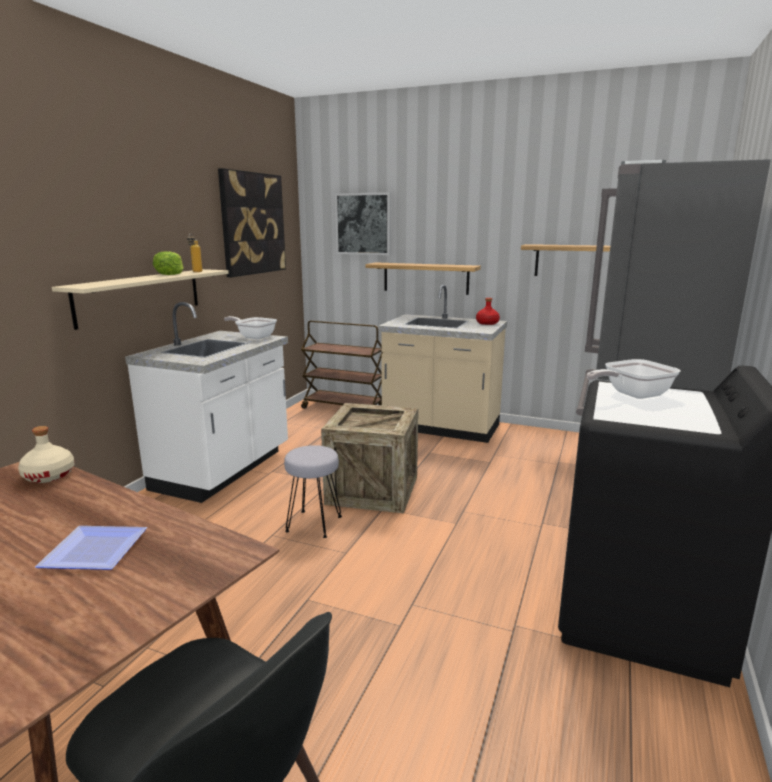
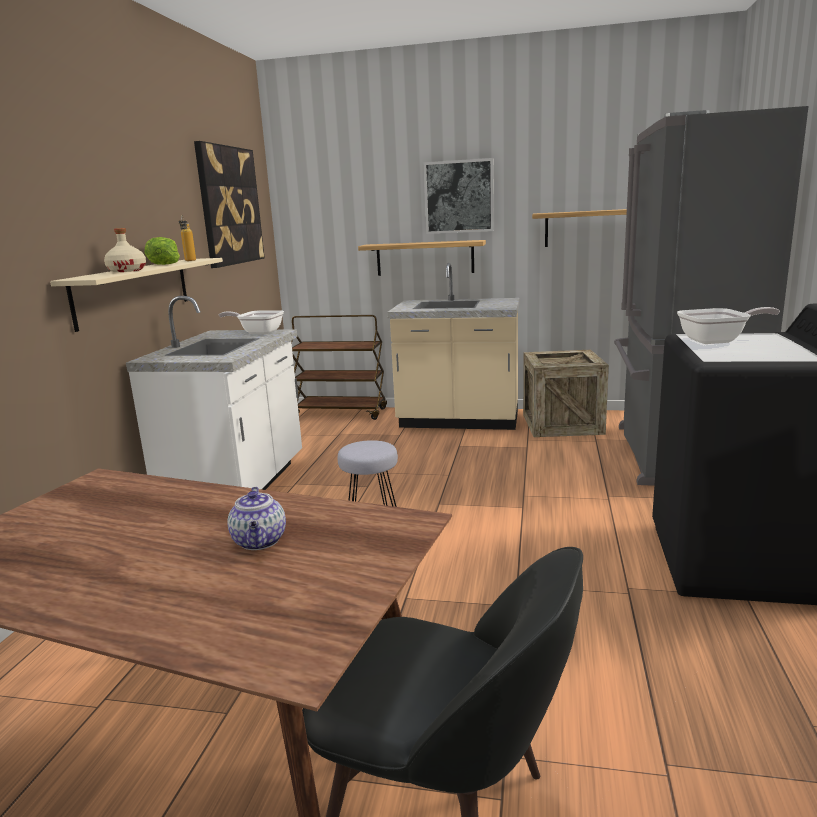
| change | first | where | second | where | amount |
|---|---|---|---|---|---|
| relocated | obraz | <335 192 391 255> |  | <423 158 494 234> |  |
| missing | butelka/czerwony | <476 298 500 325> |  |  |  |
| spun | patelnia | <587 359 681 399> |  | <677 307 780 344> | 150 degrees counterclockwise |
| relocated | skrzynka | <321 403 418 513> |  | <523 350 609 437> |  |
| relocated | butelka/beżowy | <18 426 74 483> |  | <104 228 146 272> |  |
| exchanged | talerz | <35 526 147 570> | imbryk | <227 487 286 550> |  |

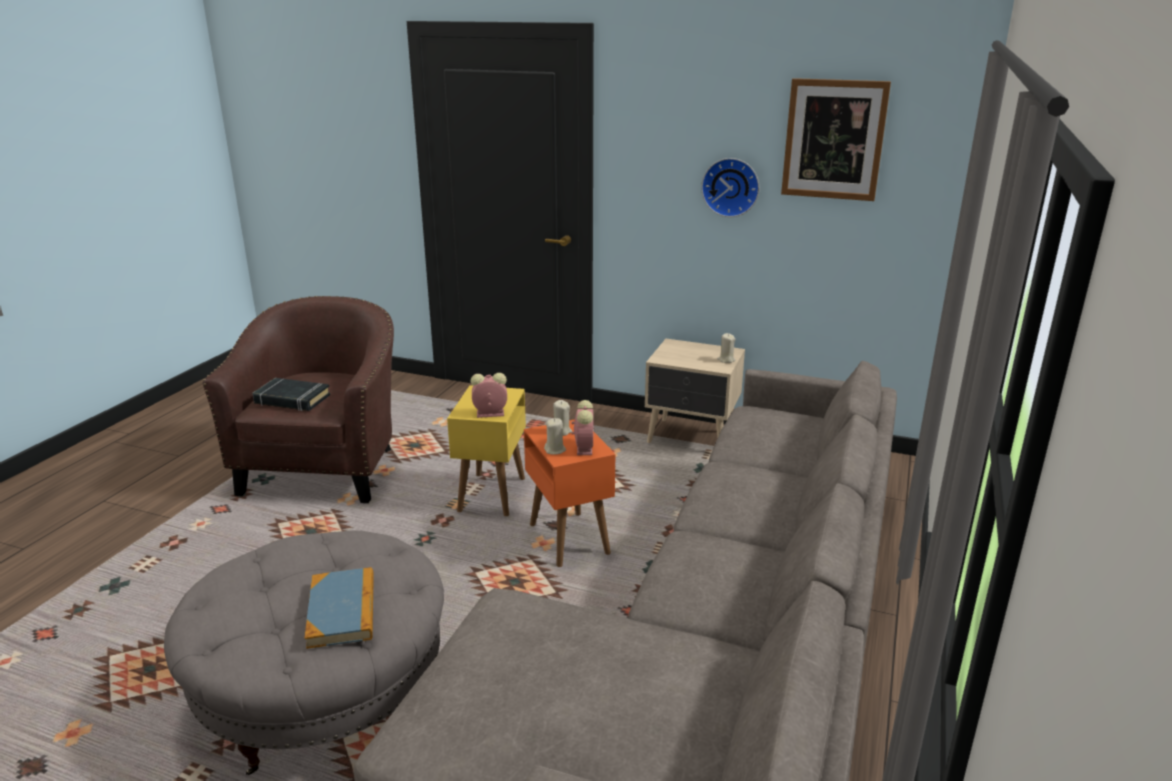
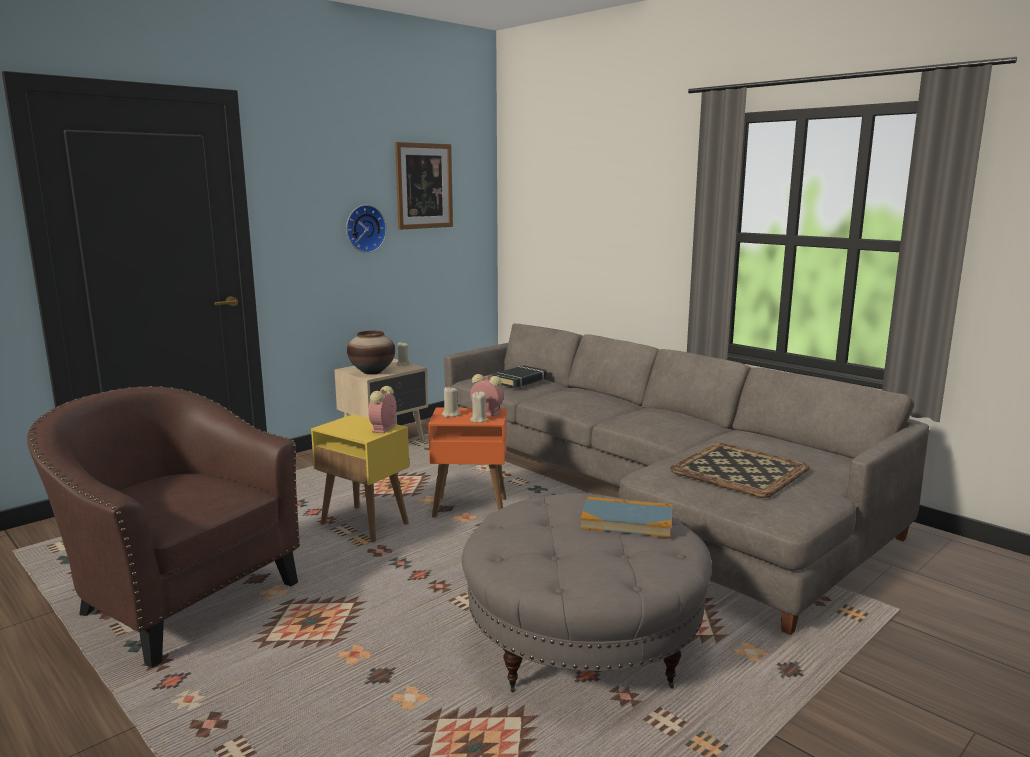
| change | first | where | second | where | amount |
|---|---|---|---|---|---|
| relocated | książka/czarny | <252 378 330 411> |  | <492 365 547 388> |  |
| appeared |  |  | wazon | <347 331 395 375> |  |
| appeared |  |  | taca | <670 443 810 498> |  |

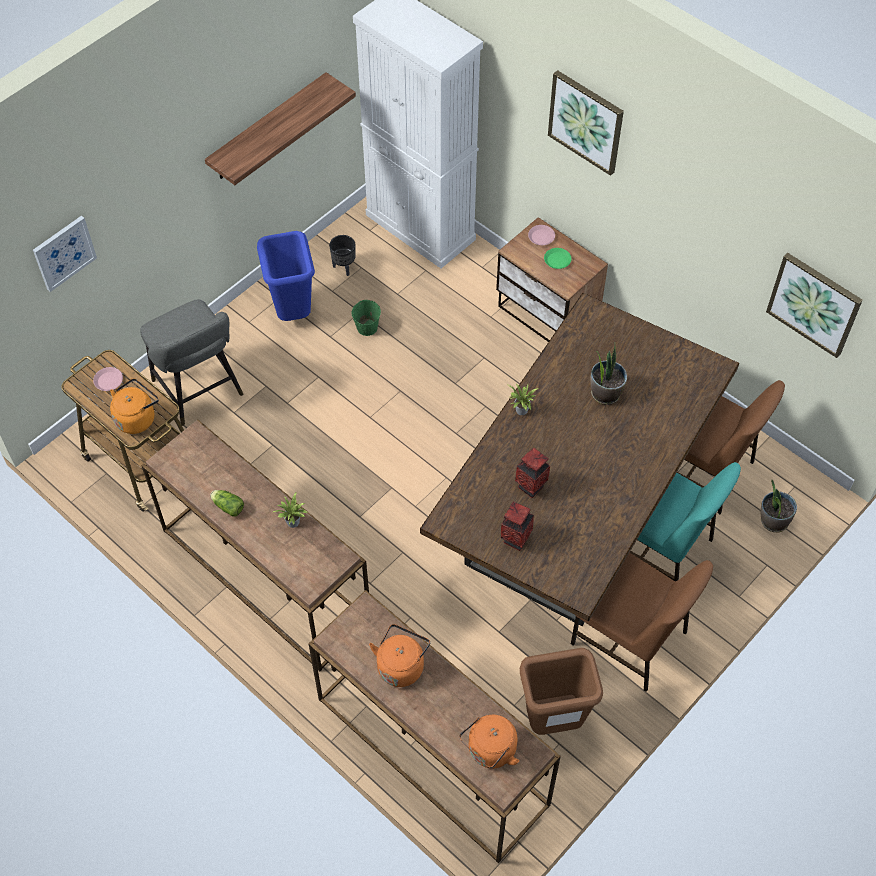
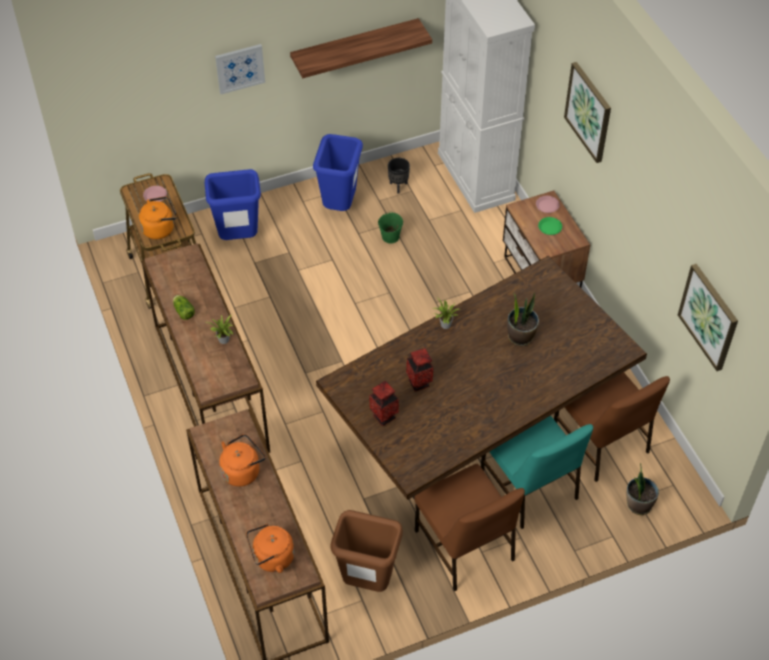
| change | first | where | second | where | amount |
|---|---|---|---|---|---|
| relocated | obraz | <33 216 97 292> |  | <215 44 265 94> |  |
| exchanged | stołek/szary | <140 299 243 426> | kosz na śmieci/niebieski | <205 169 261 240> |  |

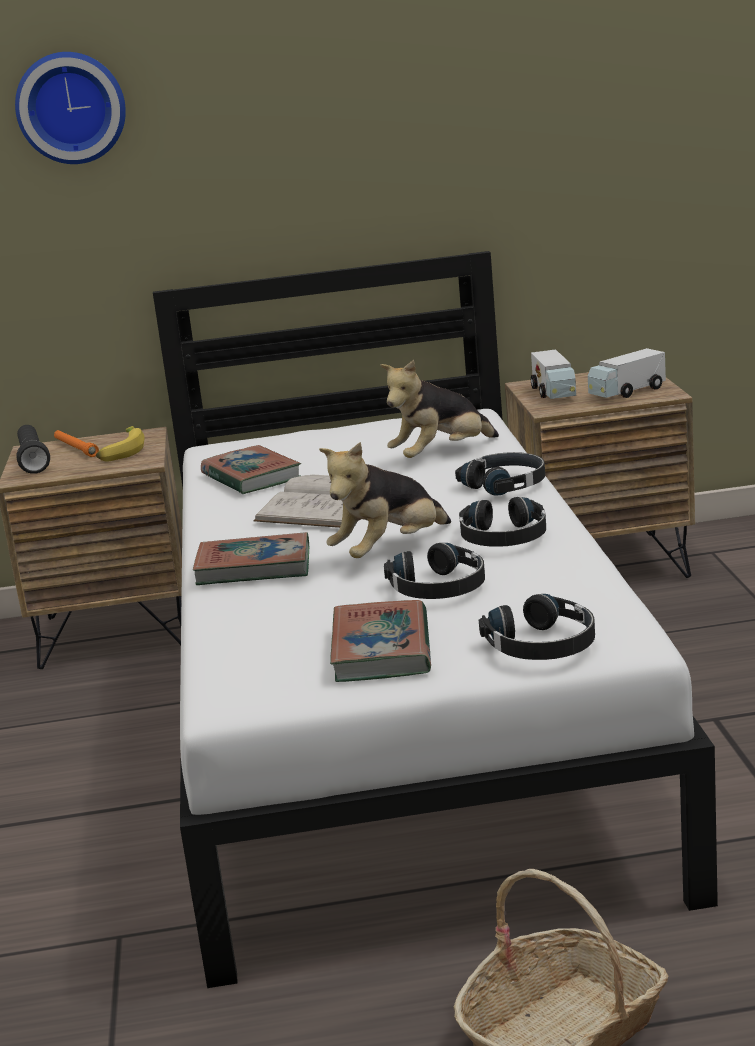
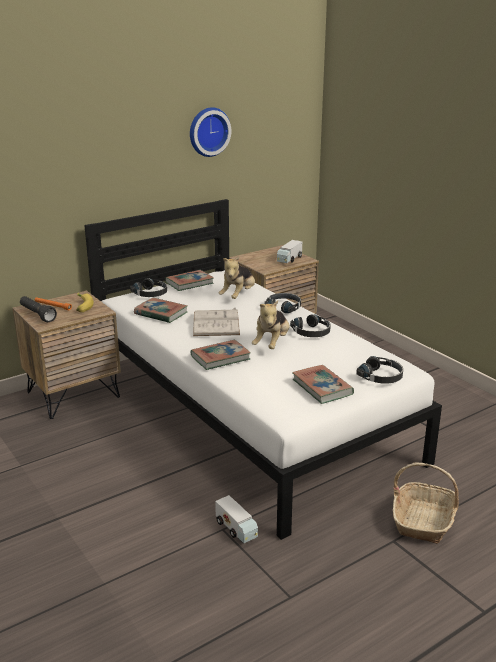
| change | first | where | second | where | amount |
|---|---|---|---|---|---|
| relocated | zegar ścienny | <15 52 126 164> |  | <190 107 231 157> |  |
| relocated | ciężarówka zabawkowa | <531 349 576 399> |  | <215 495 258 543> |  |
| relocated | słuchawki/czarny | <384 543 485 599> |  | <130 278 167 297> |  |
| appeared |  |  | książka | <165 270 214 291> |  |

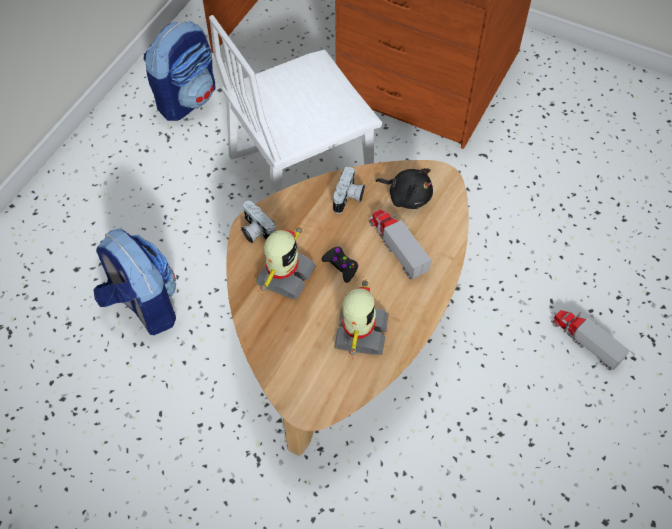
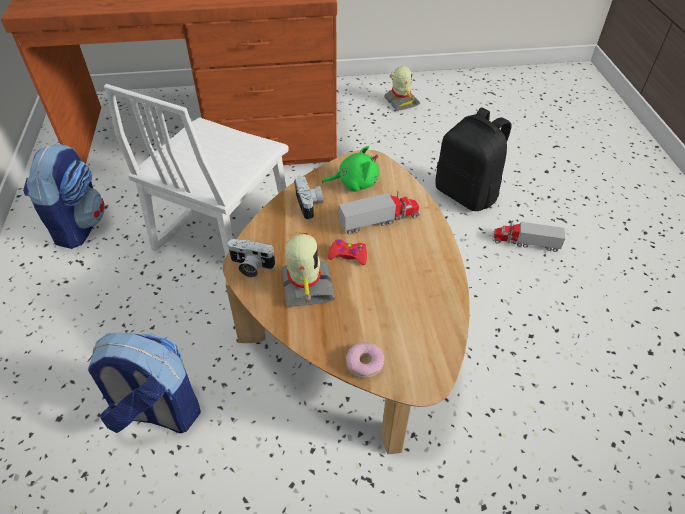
| change | first | where | second | where | amount |
|---|---|---|---|---|---|
| colour | pluszak/czarny | <376 168 433 209> | pluszak/zielony | <322 146 379 192> |  |
| spun | ciężarówka zabawkowa | <369 209 431 279> |  | <339 191 420 234> | 135 degrees clockwise |
| colour | pad do gier/czarny | <322 246 358 283> | pad do gier/czerwony | <328 239 367 265> |  |
| relocated | robot zabawkowy | <334 276 389 360> |  | <384 66 420 111> |  |
| appeared |  |  | plecak/czarny | <435 108 511 211> |  |
| appeared |  |  | donut | <346 342 384 378> |  |

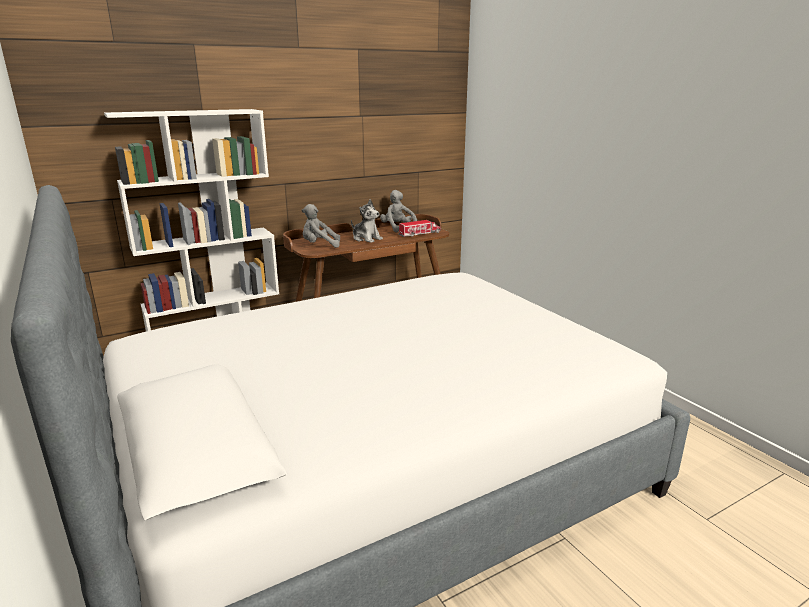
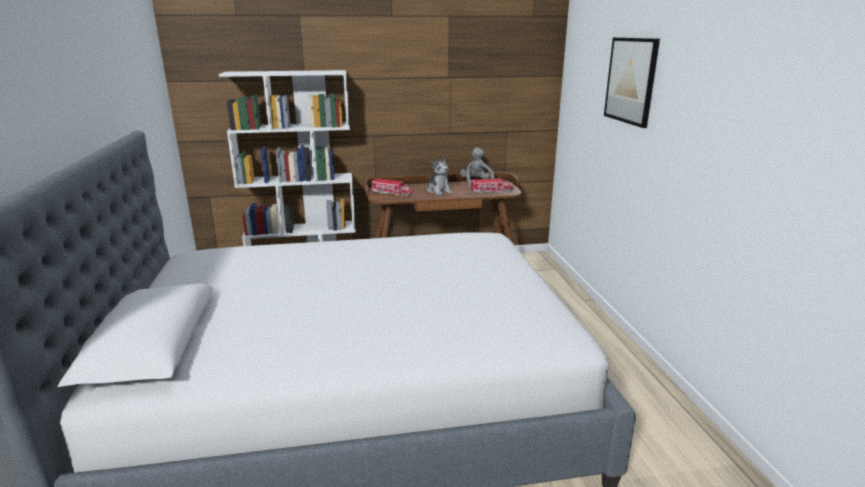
| change | first | where | second | where | amount |
|---|---|---|---|---|---|
| exchanged | pluszak/szary | <302 204 340 248> | ciężarówka zabawkowa | <372 179 414 197> |  |
| appeared |  |  | obraz | <604 37 660 128> |  |

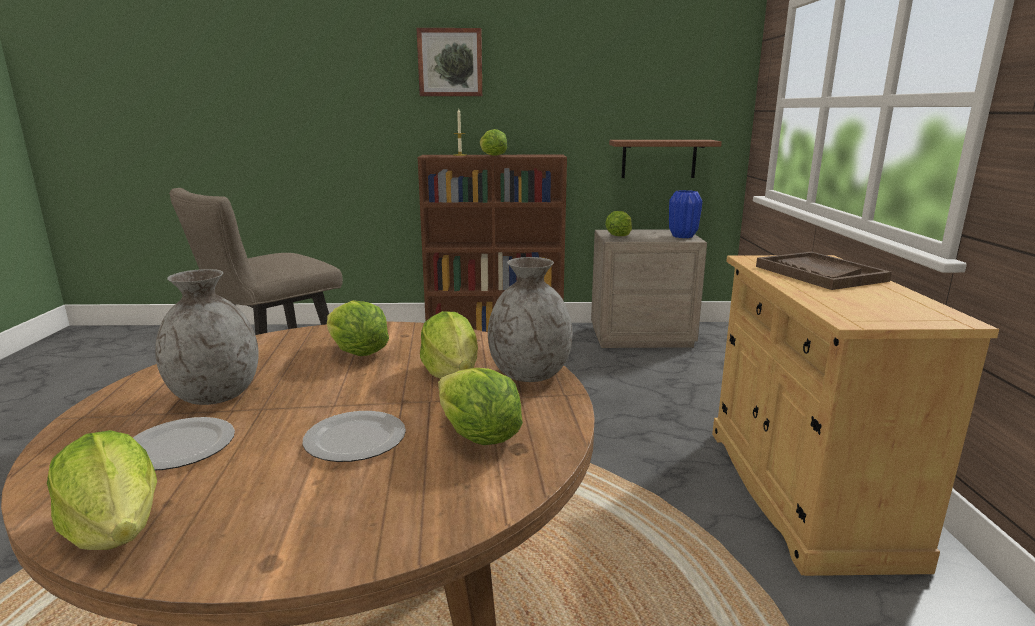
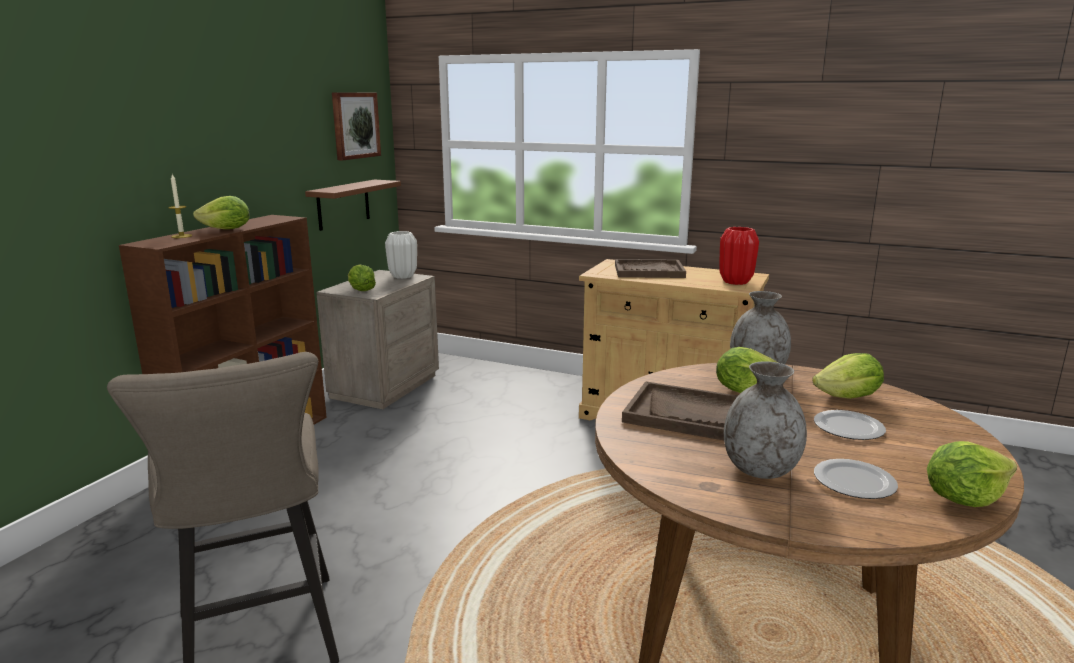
| change | first | where | second | where | amount |
|---|---|---|---|---|---|
| relocated | obraz | <417 28 482 96> |  | <332 92 381 161> |  |
| colour | wazon/niebieski | <669 190 702 238> | wazon/biały | <385 231 417 279> |  |
| exchanged | sałata | <327 300 389 356> | taca/brązowy | <622 381 738 440> |  |
| appeared |  |  | wazon/czerwony | <720 227 759 285> |  |

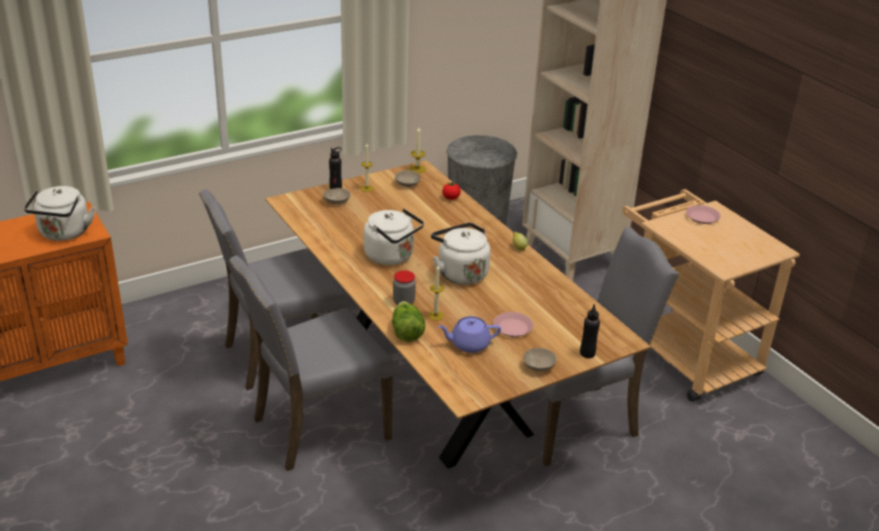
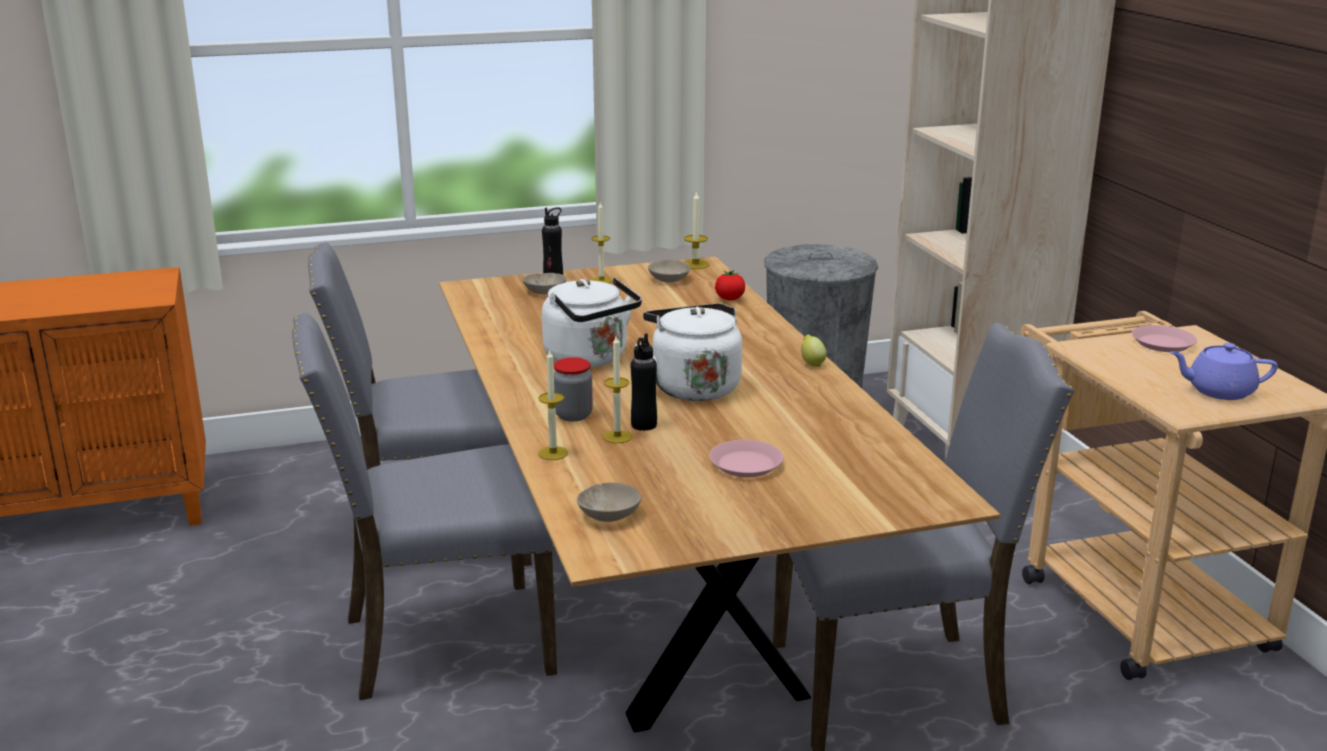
| change | first | where | second | where | amount |
|---|---|---|---|---|---|
| missing | czajnik/biały | <24 186 95 241> |  |  |  |
| exchanged | sałata | <392 301 425 342> | świeca | <538 349 568 460> |  |
| relocated | butelka/czarny | <580 304 600 358> |  | <630 333 657 431> |  |
| relocated | imbryk/fioletowy | <438 316 501 353> |  | <1170 343 1278 400> |  |
| relocated | miska/beżowy | <523 348 557 372> |  | <577 483 641 522> |  |

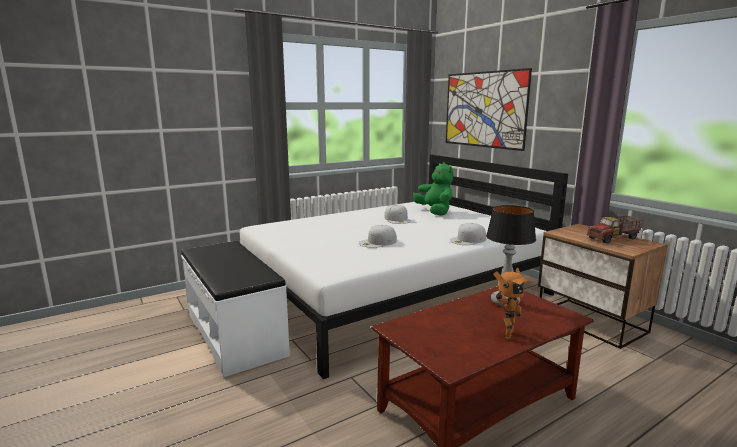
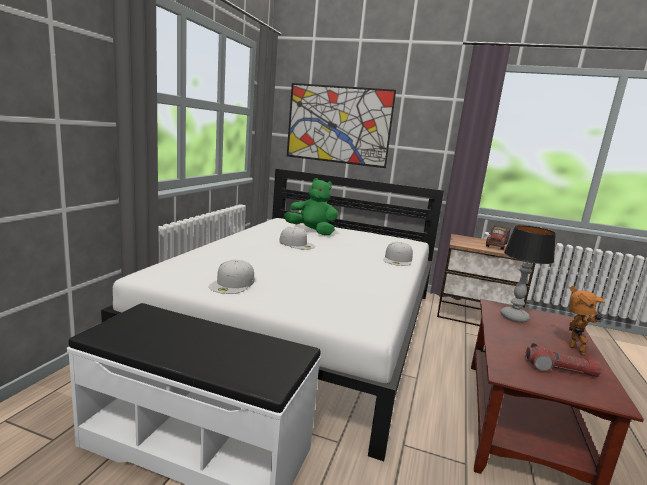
| change | first | where | second | where | amount |
|---|---|---|---|---|---|
| relocated | czapka z daszkiem/biały | <359 225 397 248> |  | <209 260 254 294> |  |
| appeared |  |  | latarka | <525 343 601 377> |  |

